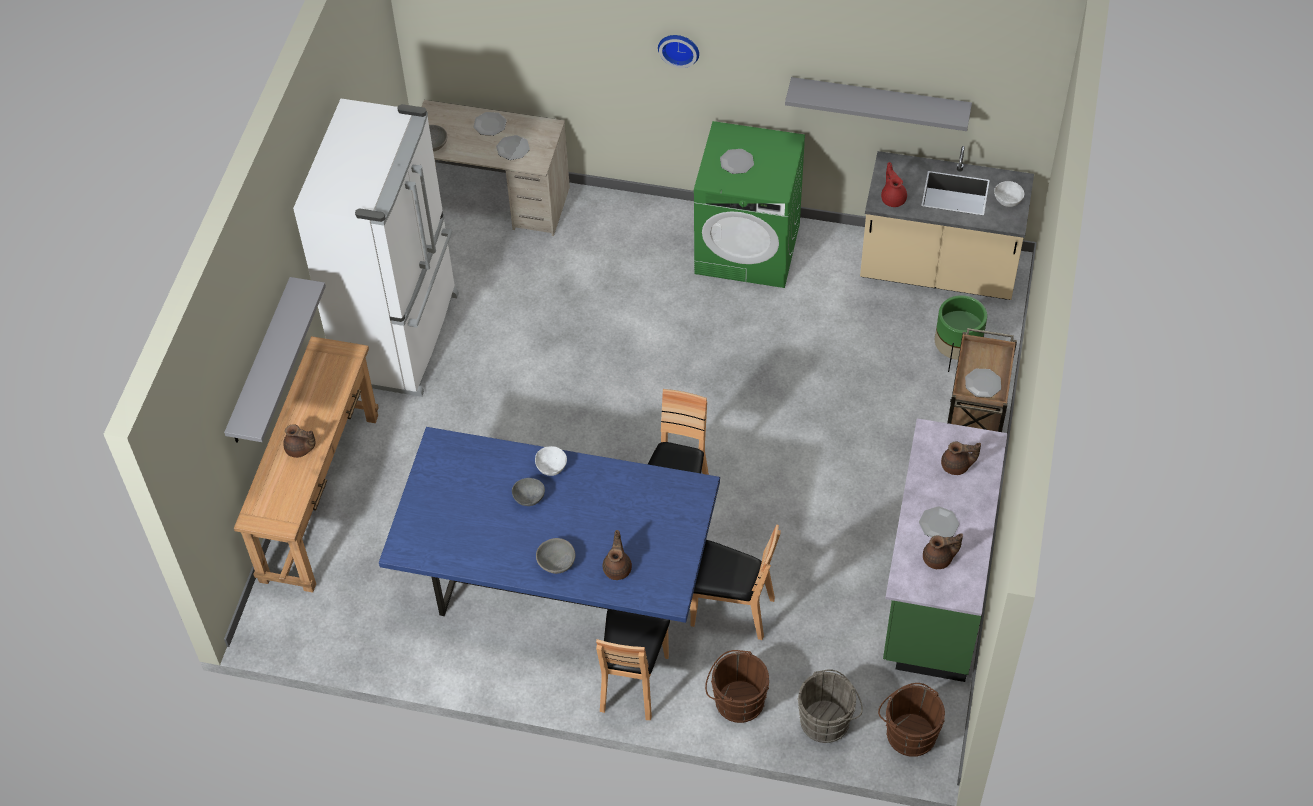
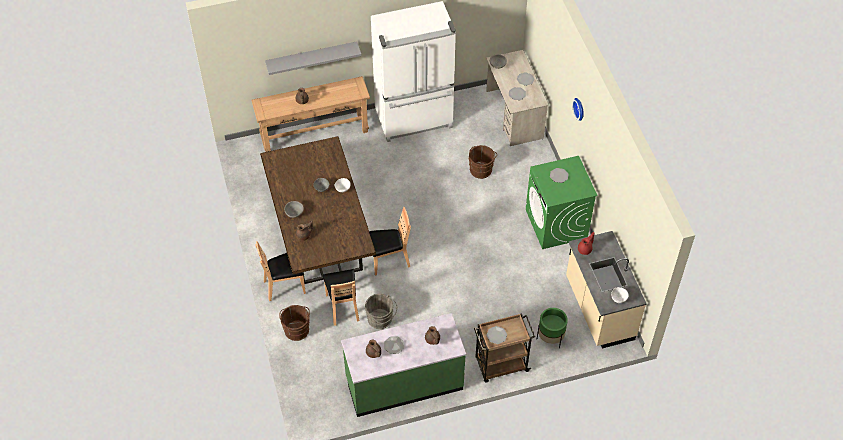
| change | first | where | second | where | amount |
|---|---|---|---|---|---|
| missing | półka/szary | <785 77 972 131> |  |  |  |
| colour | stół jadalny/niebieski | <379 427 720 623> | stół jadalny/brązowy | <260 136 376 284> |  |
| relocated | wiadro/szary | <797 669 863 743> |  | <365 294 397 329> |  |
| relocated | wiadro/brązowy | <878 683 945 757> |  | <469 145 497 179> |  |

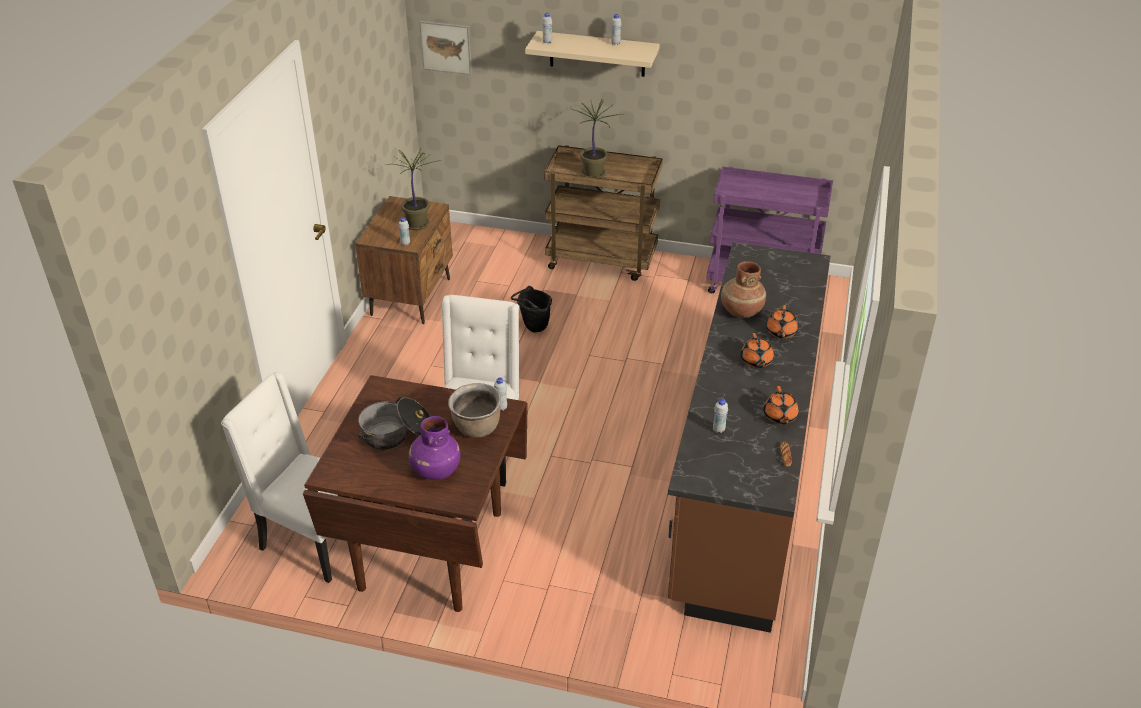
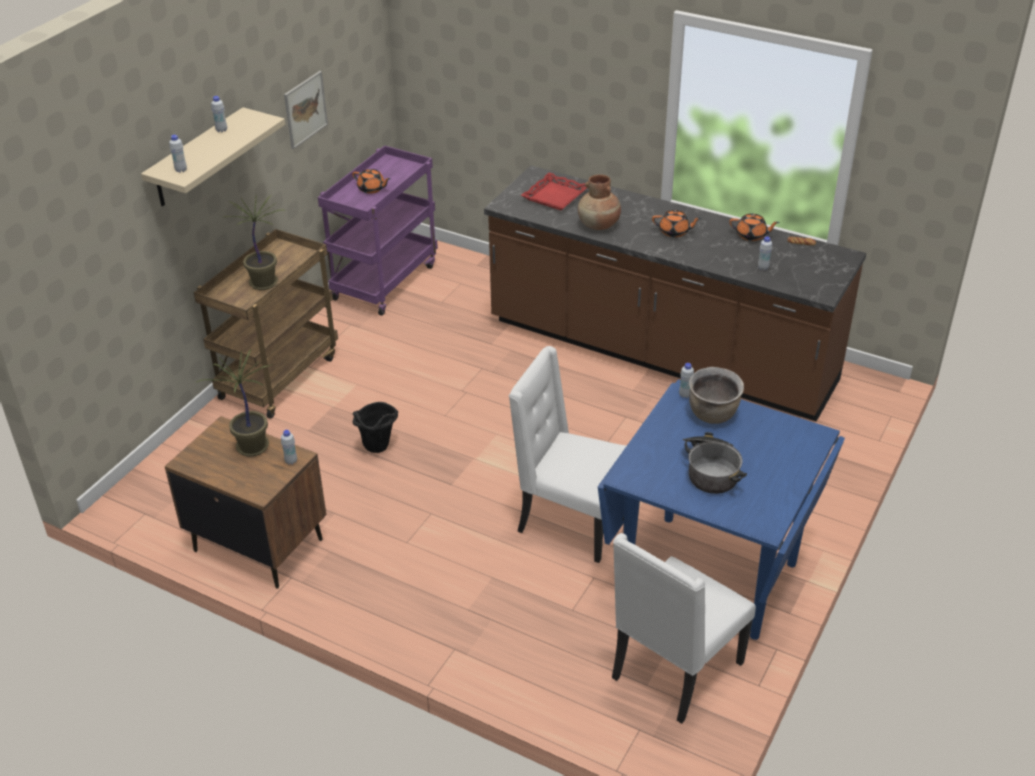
| change | first | where | second | where | amount |
|---|---|---|---|---|---|
| relocated | obraz | <419 21 472 75> |  | <284 71 328 149> |  |
| relocated | imbryk/pomarańczowy | <766 305 798 339> |  | <352 169 391 194> |  |
| colour | stół jadalny/brązowy | <303 375 528 612> | stół jadalny/niebieski | <598 379 845 640> |  |
| missing | wazon/fioletowy | <409 416 460 480> |  |  |  |
| appeared |  |  | taca/czerwony | <521 172 587 210> |  |

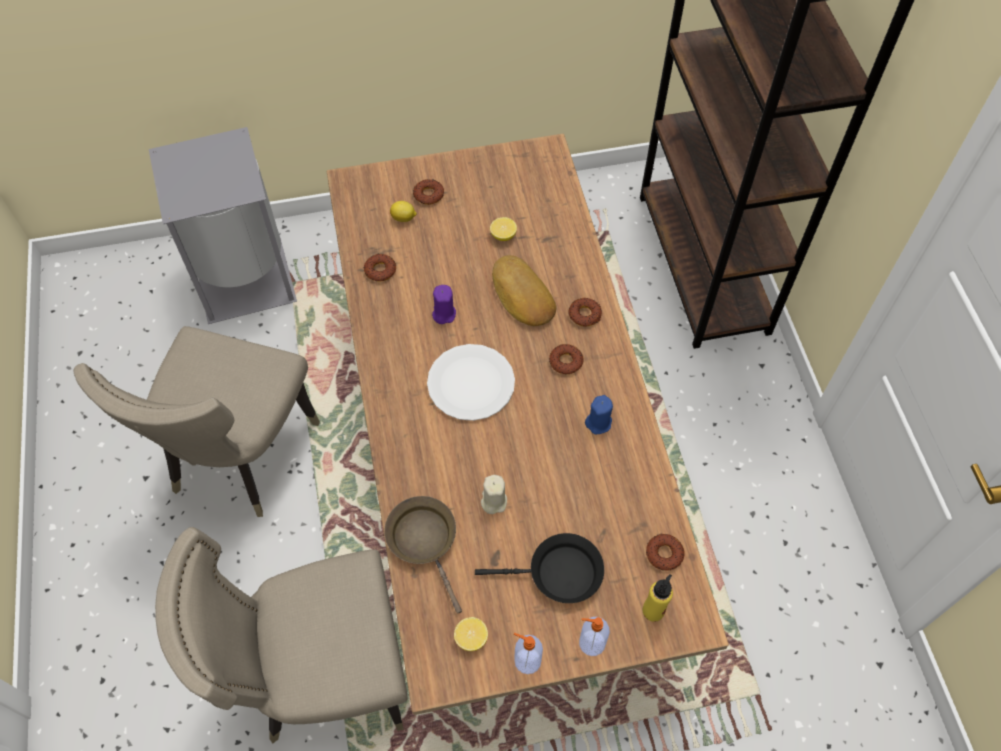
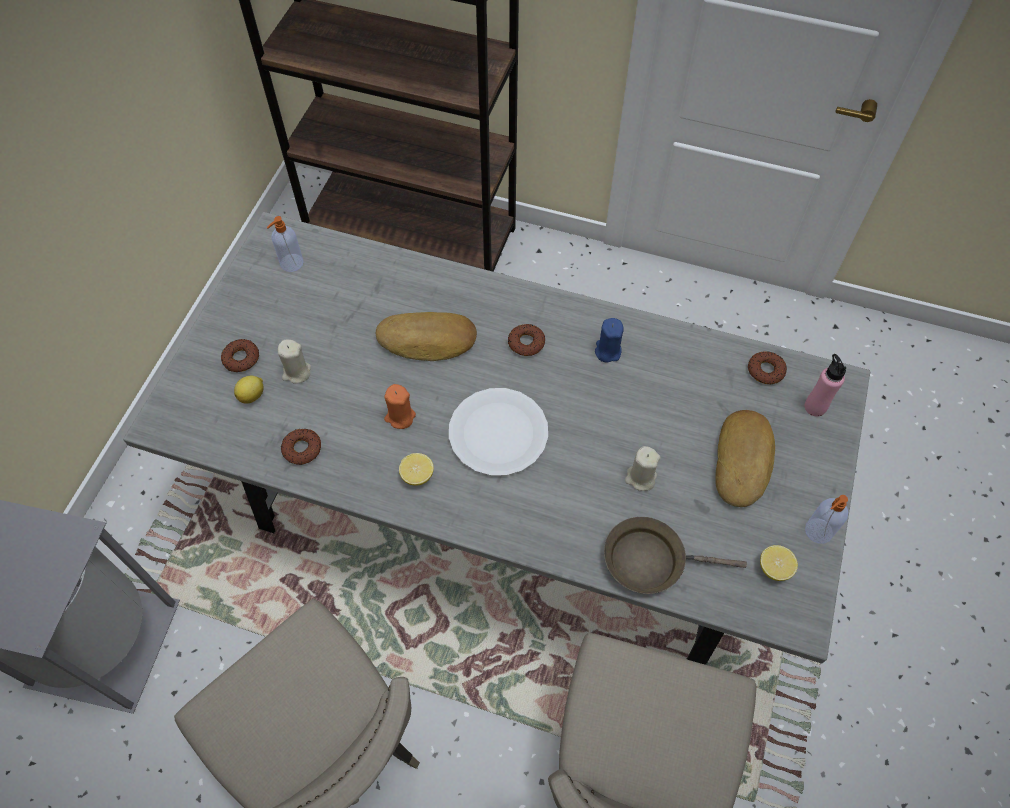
| change | first | where | second | where | amount |
|---|---|---|---|---|---|
| colour | stół jadalny/brązowy | <327 134 729 715> | stół jadalny/szary | <123 212 870 665> |  |
| relocated | cytryna | <490 217 517 241> |  | <399 453 434 486> |  |
| colour | świeca/fioletowy | <432 285 456 324> | świeca/pomarańczowy | <384 384 416 429> |  |
| missing | donut | <568 298 602 326> |  |  |  |
| exchanged | patelnia/czarny | <475 533 604 603> | chleb | <715 410 775 507> |  |
| colour | butelka/żółty | <643 574 673 622> | butelka/różowy | <804 354 846 417> |  |
| relocated | dozownik mydła | <579 617 610 656> |  | <267 216 304 272> |  |
| appeared |  |  | świeca/beżowy | <278 339 311 383> |  |

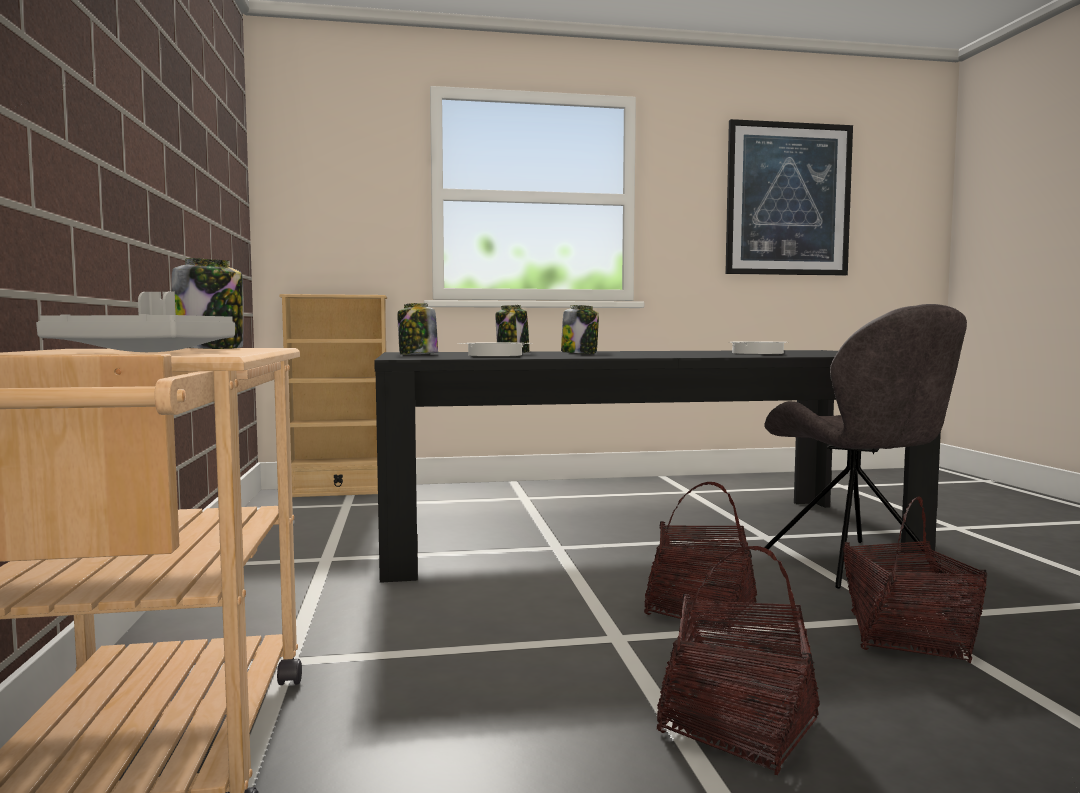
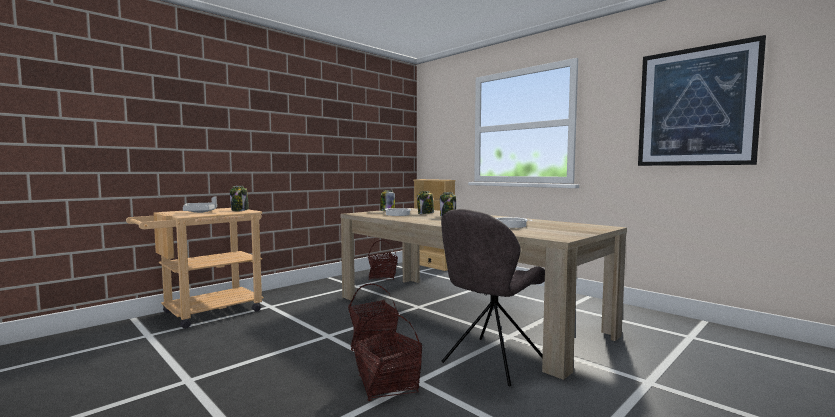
| change | first | where | second | where | amount |
|---|---|---|---|---|---|
| colour | stół jadalny/czarny | <374 350 941 583> | stół jadalny/beżowy | <340 208 627 380> |  |
| relocated | koszyk | <657 546 820 775> |  | <368 240 398 280> |  |

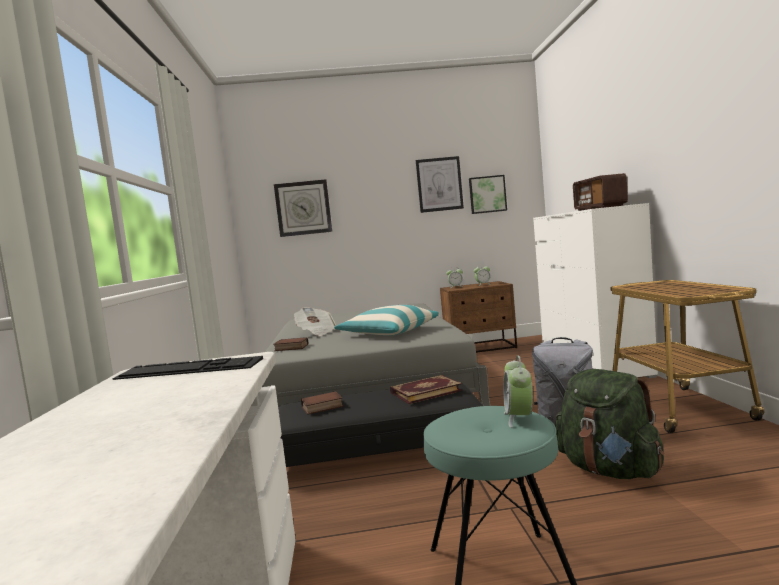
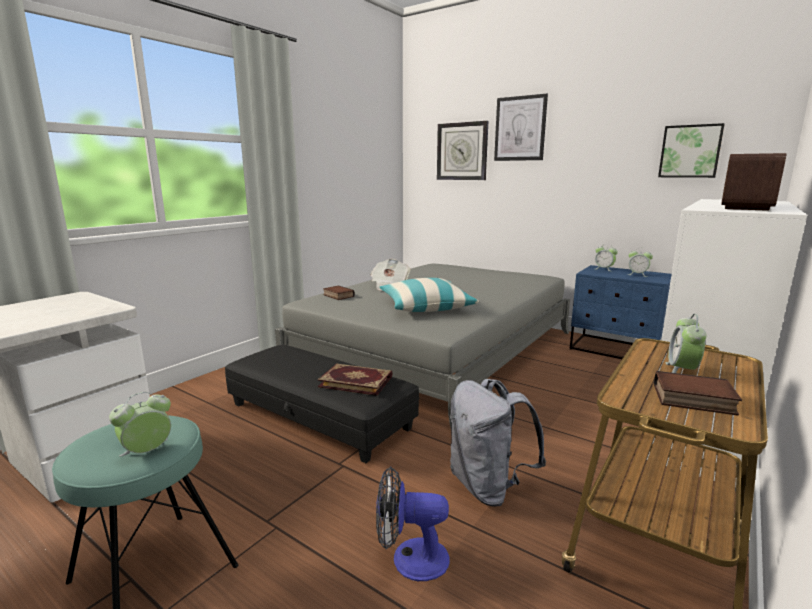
| change | first | where | second | where | amount |
|---|---|---|---|---|---|
| relocated | obraz | <416 156 464 213> |  | <494 94 548 161> |  |
| colour | szafka nocna/brązowy | <440 281 517 353> | szafka nocna/niebieski | <570 265 672 364> |  |
| missing | klawiatura | <113 356 263 380> |  |  |  |
| exchanged | plecak/zielony | <555 369 664 479> | wentylator | <376 466 450 581> |  |
| relocated | książka | <301 391 343 415> |  | <654 371 742 415> |  |
| appeared |  |  | budzik | <666 314 707 373> |  |

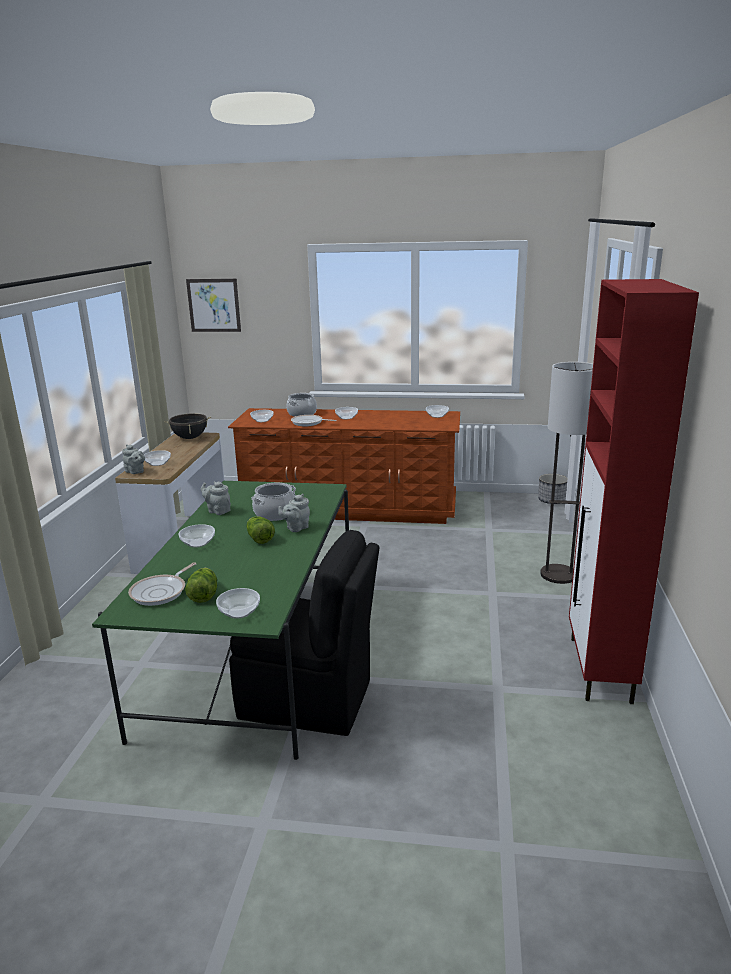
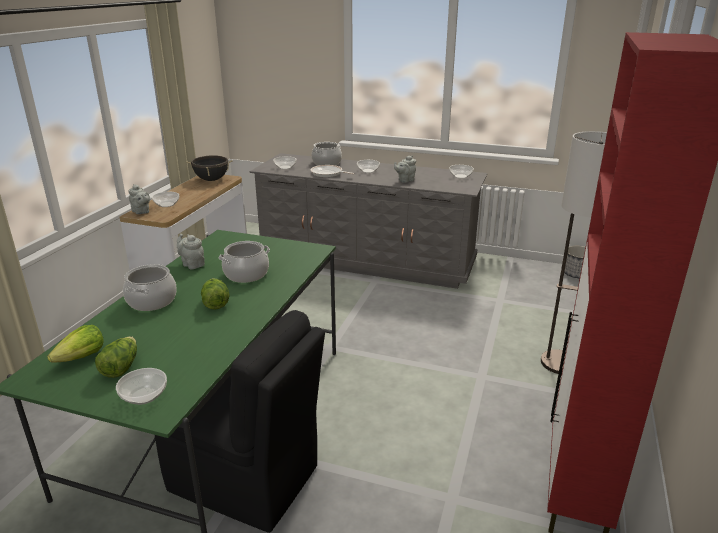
| change | first | where | second | where | amount |
|---|---|---|---|---|---|
| missing | obraz | <186 279 241 332> |  |  |  |
| colour | komoda/brązowy | <228 408 460 524> | komoda/szary | <250 153 487 289> |  |
| relocated | imbryk/szary | <278 494 310 532> |  | <394 155 416 183> |  |
| exchanged | miska | <179 524 215 548> | garnek | <123 264 177 311> |  |
| exchanged | patelnia | <128 562 196 606> | sałata | <47 325 104 363> |  |

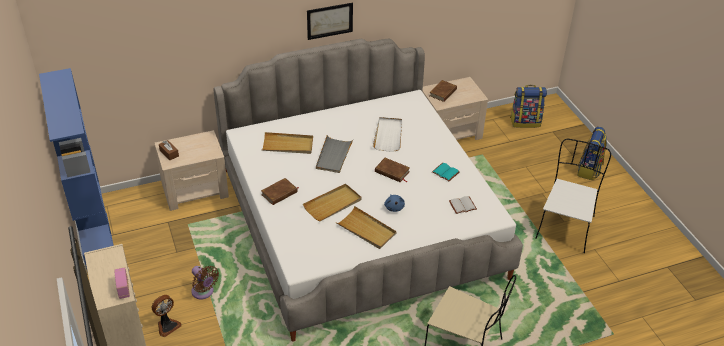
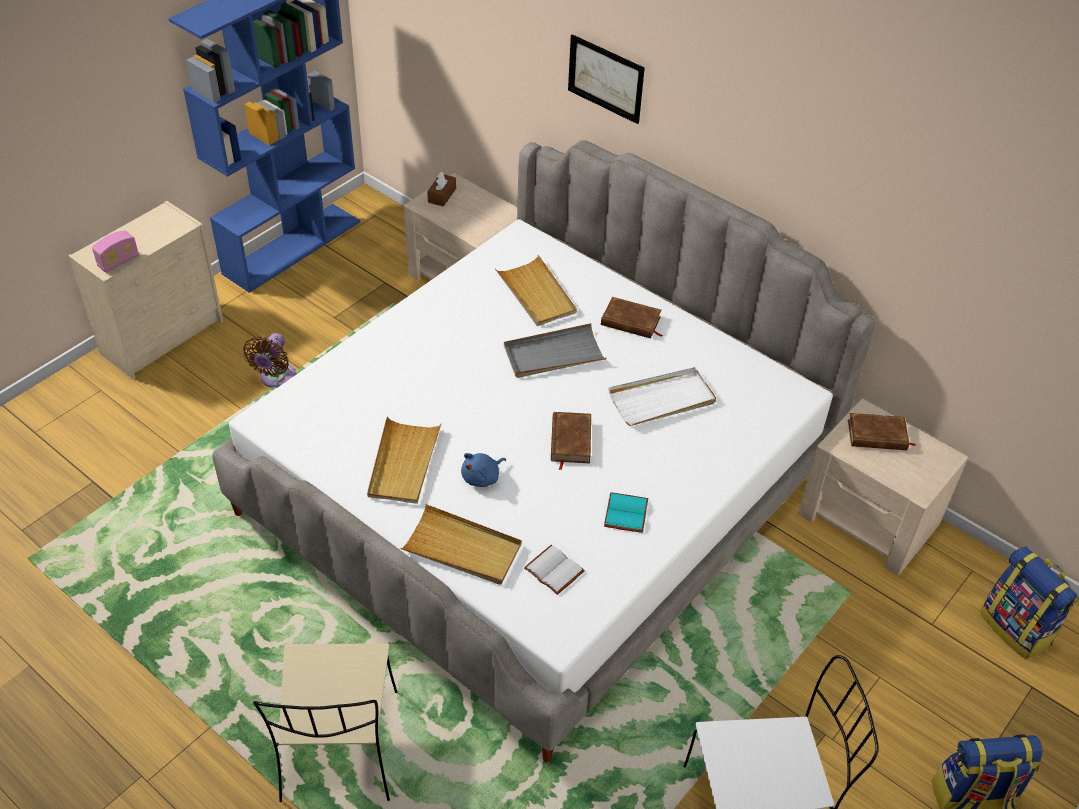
| change | first | where | second | where | amount |
|---|---|---|---|---|---|
| relocated | obraz | <307 3 353 40> |  | <568 34 645 124> |  |
| relocated | książka/brązowy | <261 178 299 205> |  | <601 297 663 338> |  |
| relocated | taca/beżowy | <303 184 361 221> |  | <400 504 522 584> |  |
| missing | wentylator | <152 295 181 337> |  |  |  |

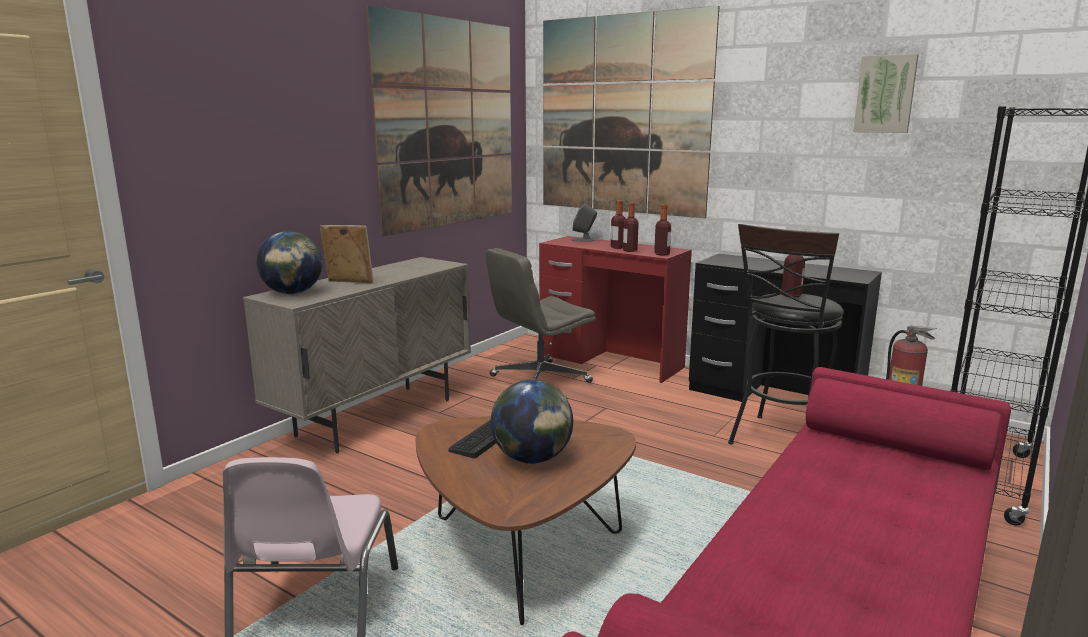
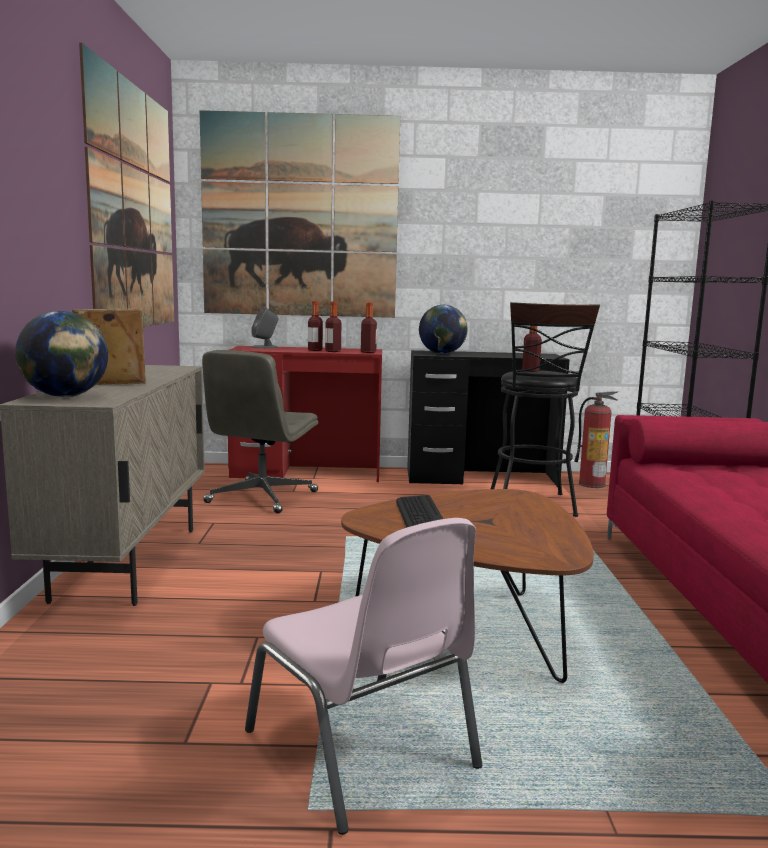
| change | first | where | second | where | amount |
|---|---|---|---|---|---|
| missing | obraz | <854 54 919 133> |  |  |  |
| relocated | globus | <491 380 573 464> |  | <419 305 468 354> |  |

